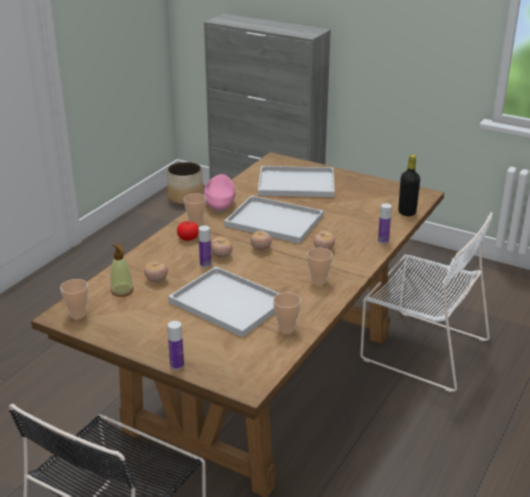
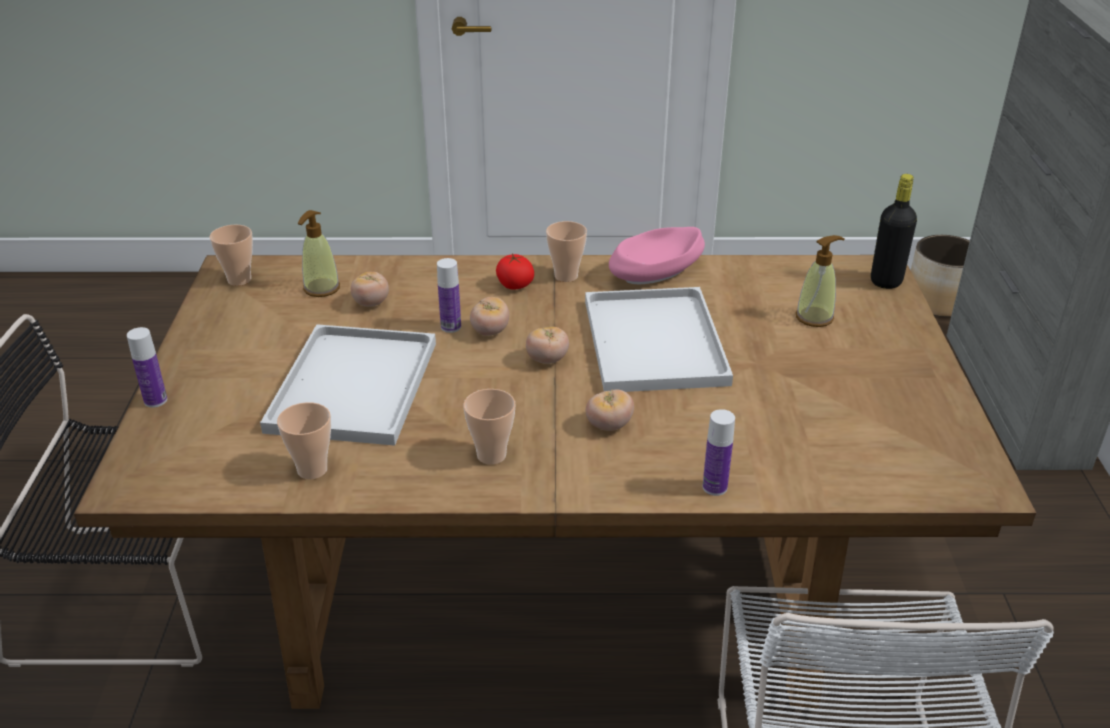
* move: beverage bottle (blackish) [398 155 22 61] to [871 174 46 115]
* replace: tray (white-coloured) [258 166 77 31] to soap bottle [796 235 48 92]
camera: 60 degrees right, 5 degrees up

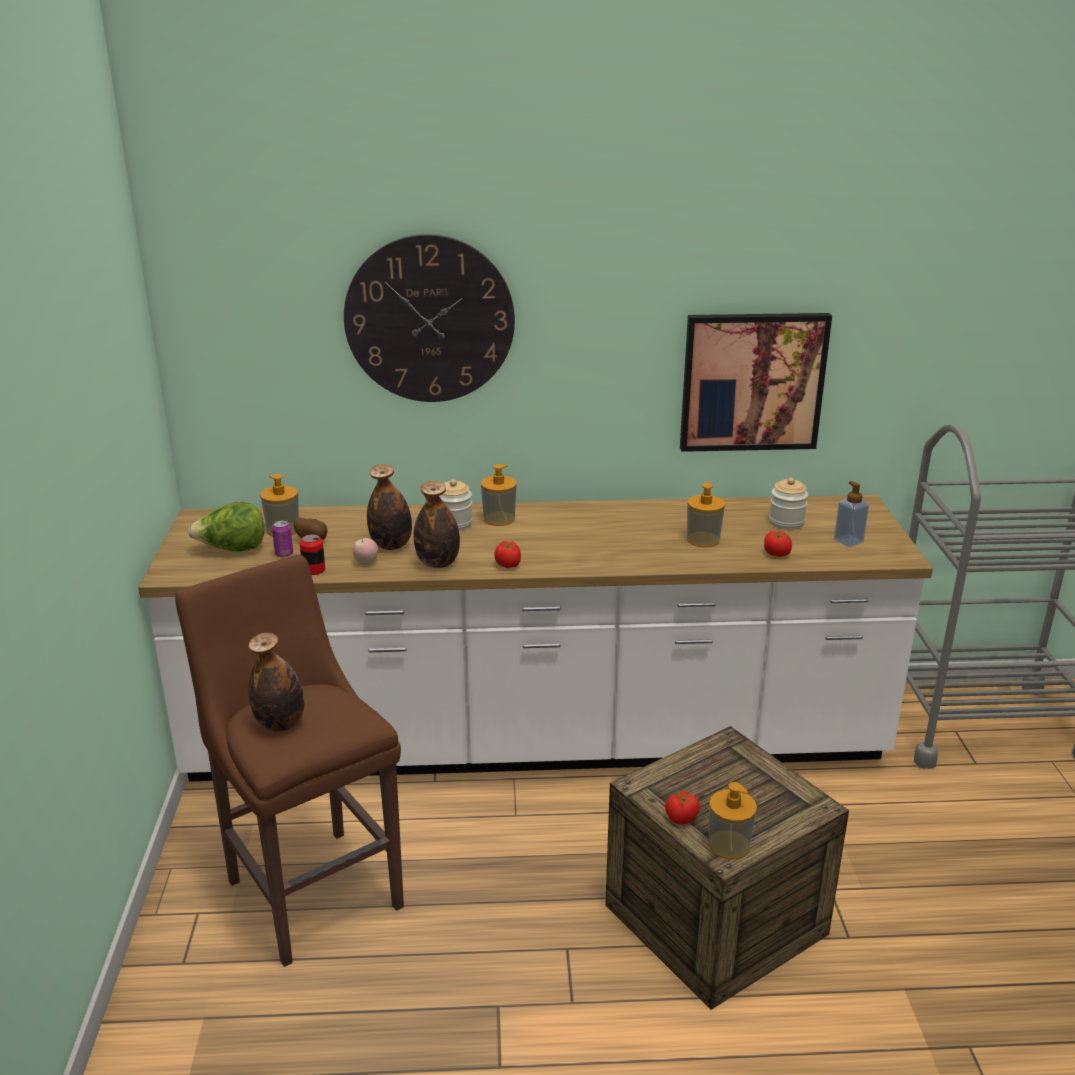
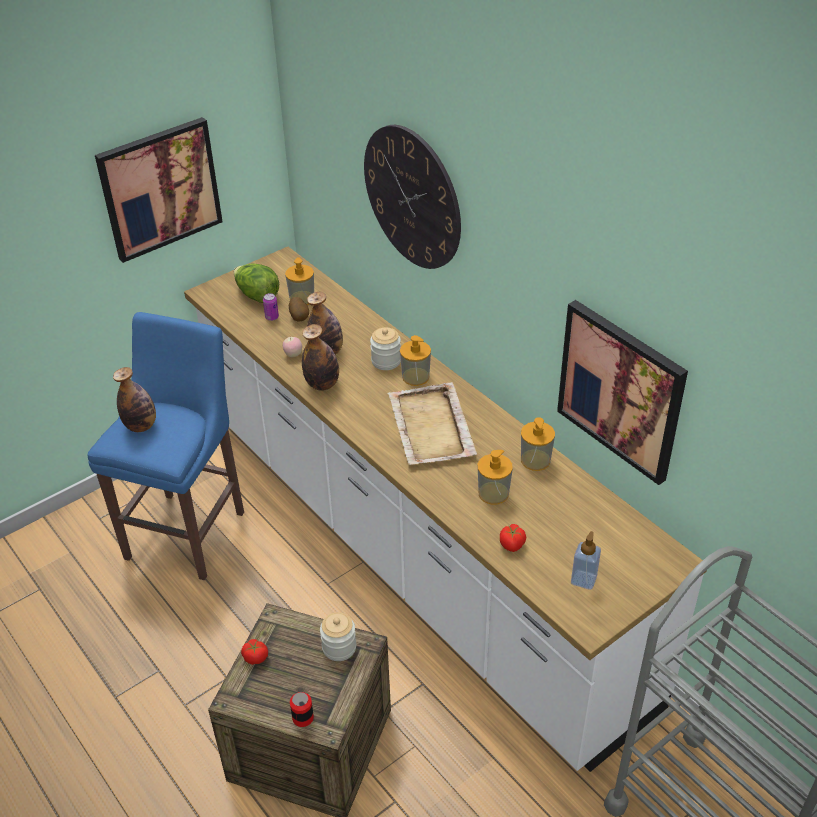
* delete: tomato [495 541 26 27]
* insert: wall art [95 117 128 146]
* insert: tray (beige) [388 382 89 83]
* move: sealed can [300 534 25 41] to [290 692 24 35]
* move: soap bottle [709 782 48 78] to [521 417 34 54]
* move: preserve jar [769 478 39 52] to [320 612 36 49]
* recolor: stool seat (brown-coloured) [175 555 229 412] to stool seat (blue-coloured) [88 312 156 268]
camera: 55 degrees right, 15 degrees up

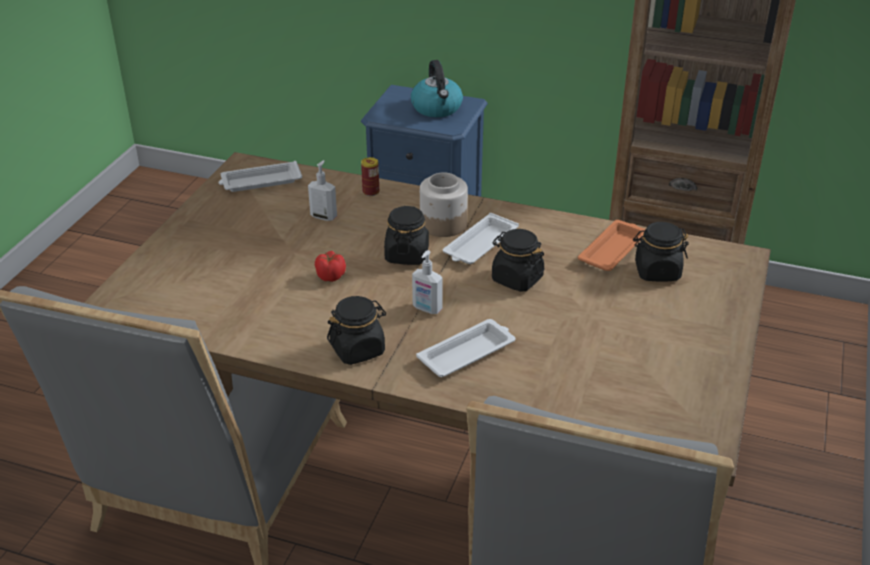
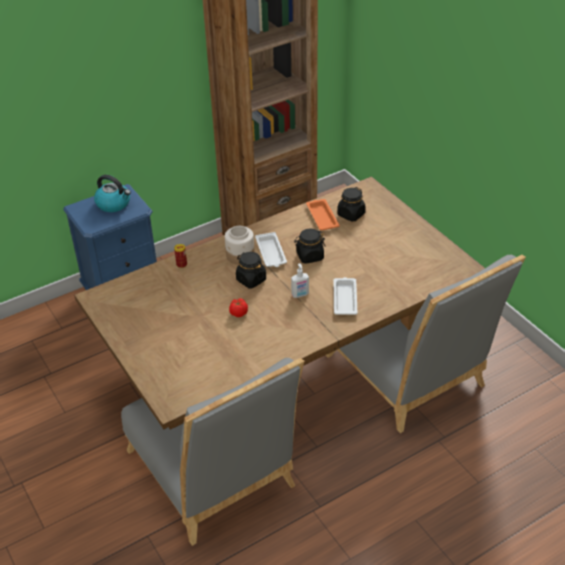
* delete: tray (white-coloured) [219 161 83 31]
* delete: soap bottle [308 160 29 61]
* delete: preserve jar (blackish) [327 296 59 69]
camera: 50 degrees left, 5 degrees up

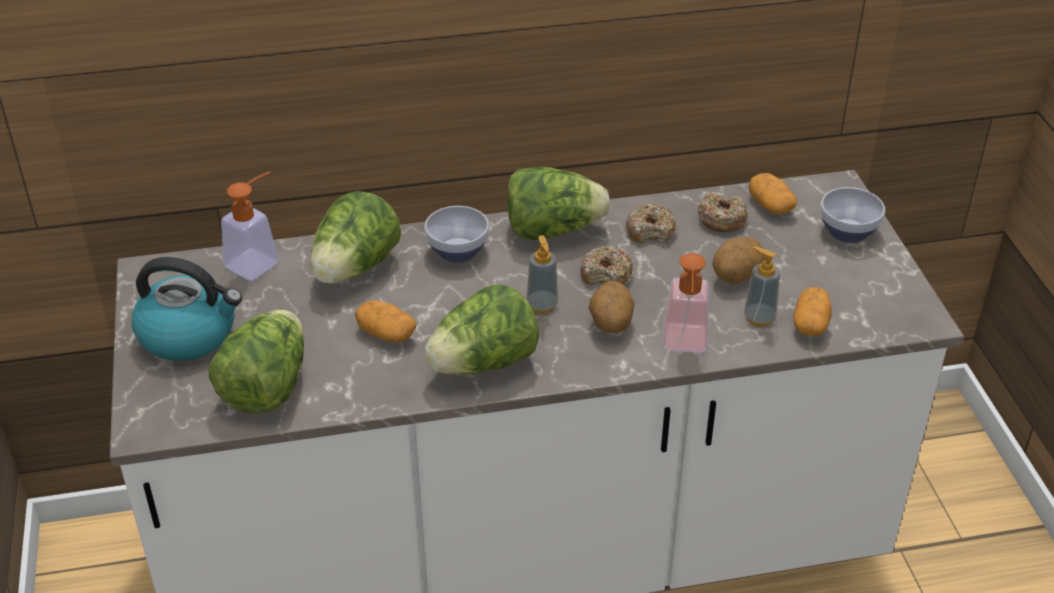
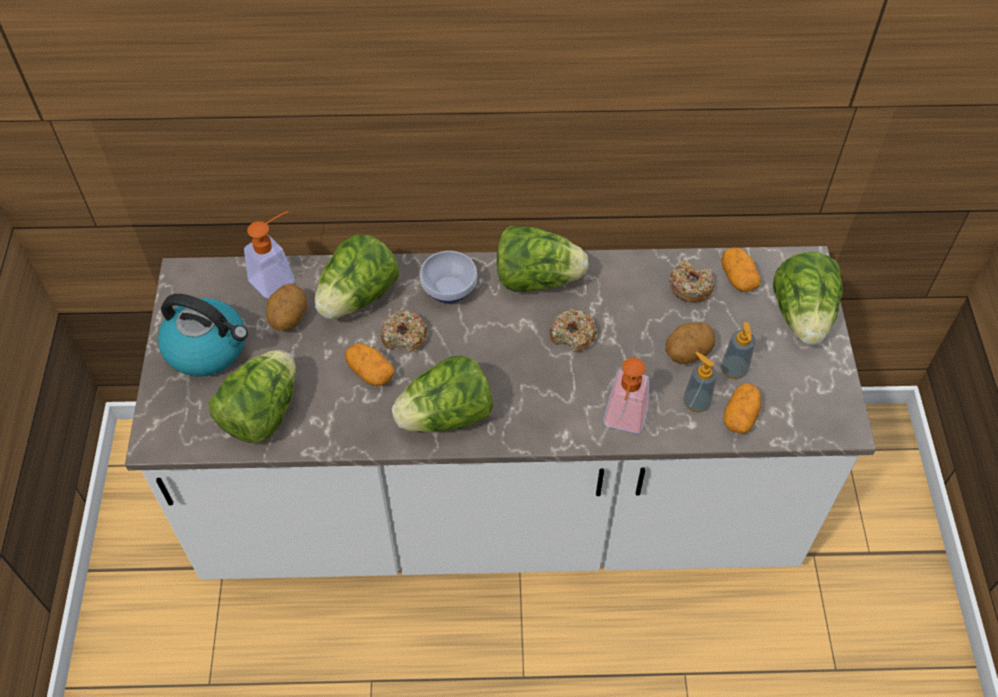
* move: soap bottle [527 235 31 78] to [721 322 34 57]
* move: spud [589 281 46 52] to [266 284 41 47]
* move: ring doughnut [626 203 50 40] to [381 310 46 42]
* replace: bowl [820 187 65 56] to lettuce head [773 252 70 93]
camera: 10 degrees right, 15 degrees up

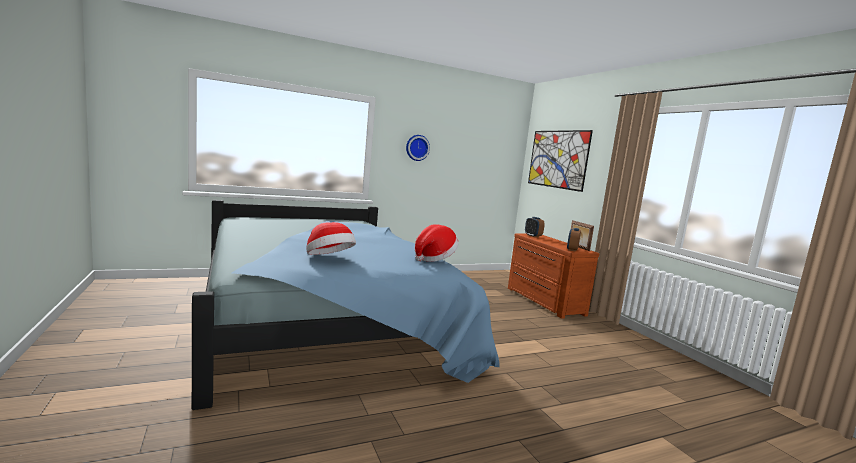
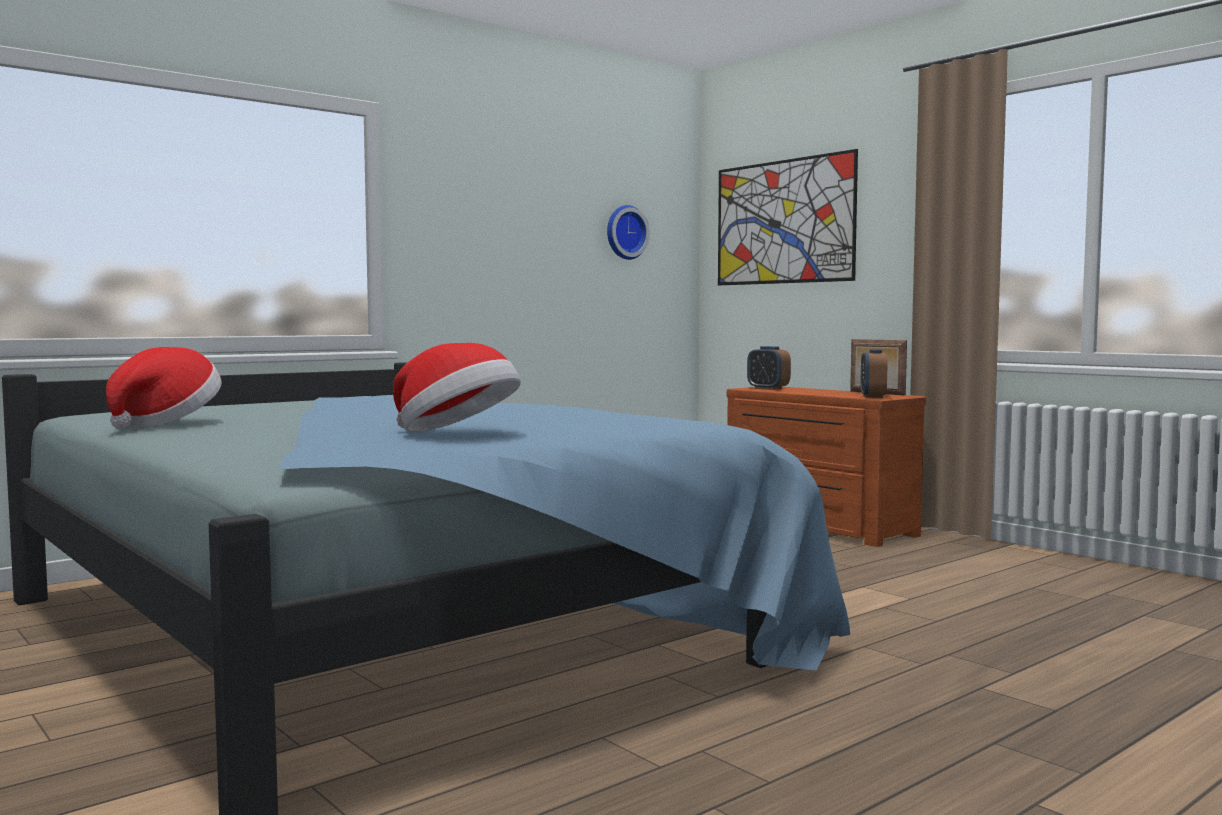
* move: hanging clock [406 135 24 26] to [607 205 43 55]
* move: wearable hat [415 224 43 38] to [106 347 116 82]
camera: 15 degrees left, 5 degrees down

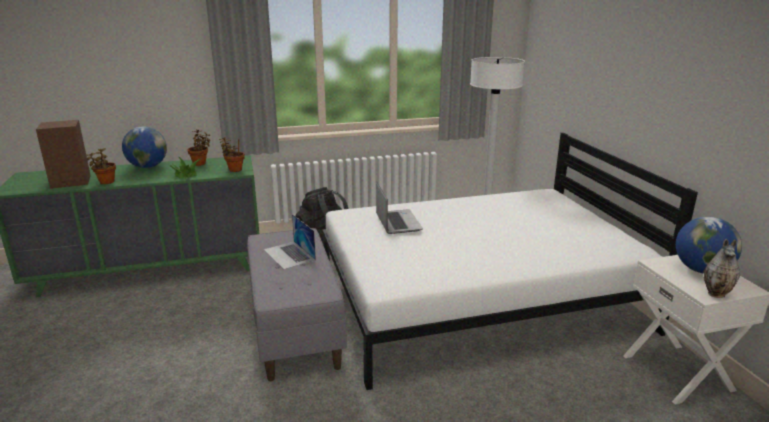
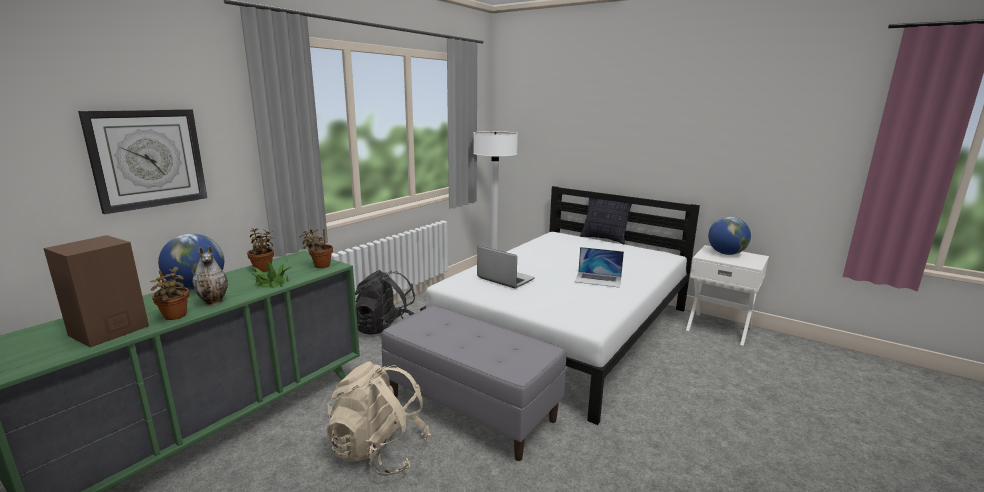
* insert: hanging clock [78 109 129 105]
* insert: rucksack (beige) [327 361 104 115]
* insert: throw pillow [580 198 52 47]
* move: laptop [264 214 52 56] to [575 247 49 41]
* move: flower vase [704 239 36 59] to [192 246 36 60]
camera: 40 degrees left, 5 degrees down

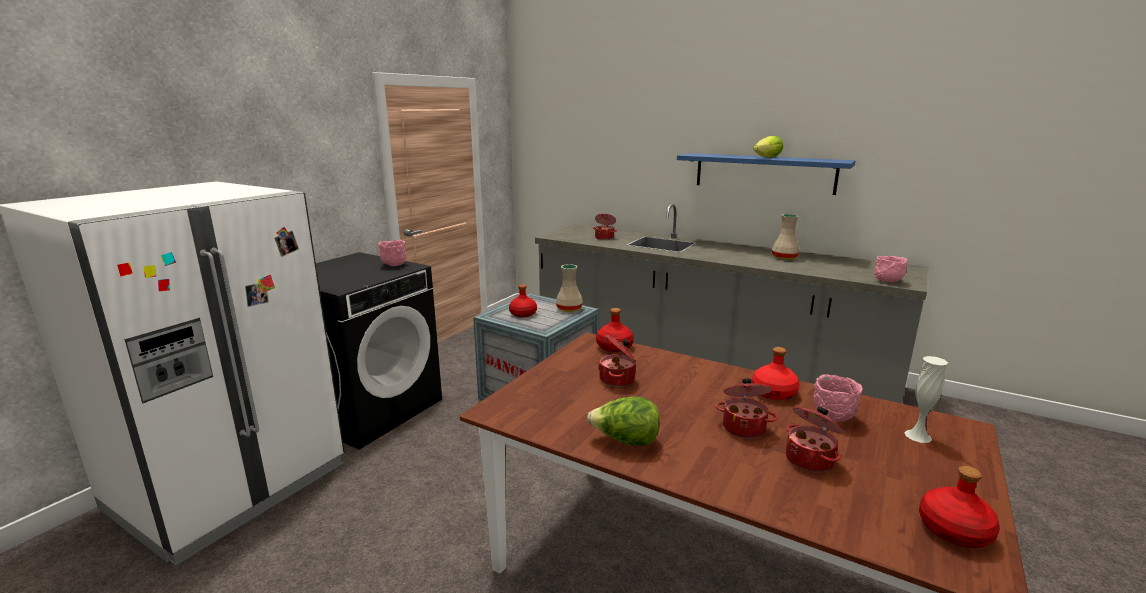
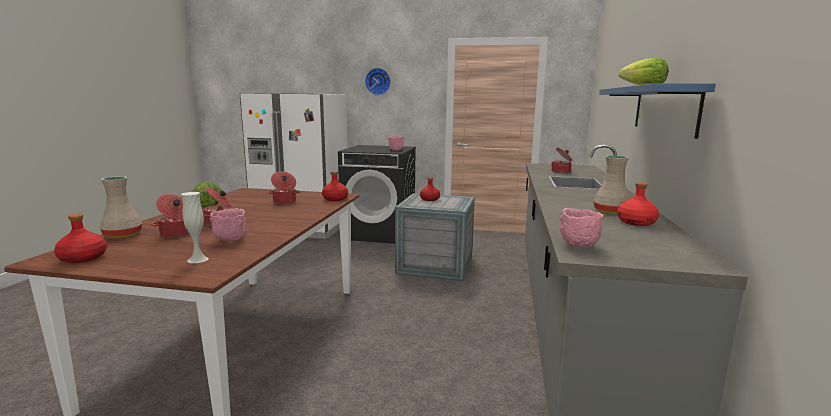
* insert: hanging clock [365 68 26 27]
* move: flower vase (beige) [556 264 27 48] to [100 176 42 62]
* move: beverage bottle (reddish) [752 347 48 53] to [617 182 42 44]
camera: 70 degrees right, 5 degrees down

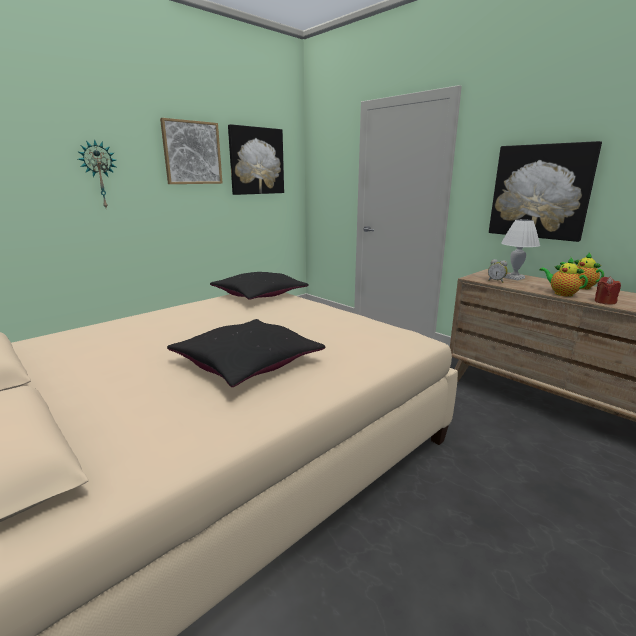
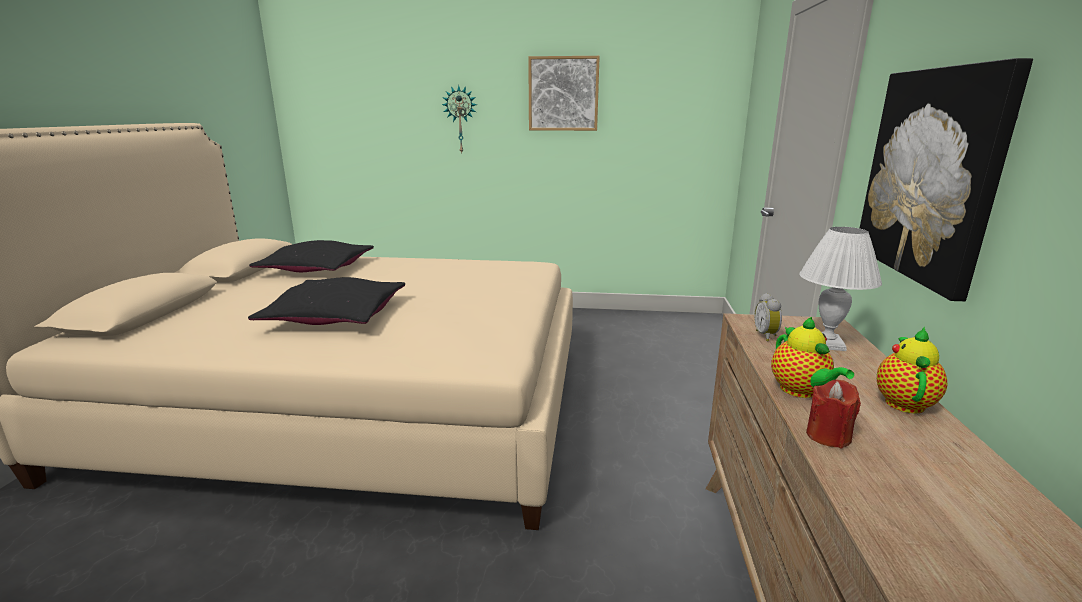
* delete: wall art [228 124 56 71]
* move: throw pillow (blackish) [210 272 99 28] to [249 240 125 32]
* rotate: tea pot [539 258 49 39] = [771 317 83 81] 150 degrees clockwise
camera: 50 degrees right, 0 degrees up

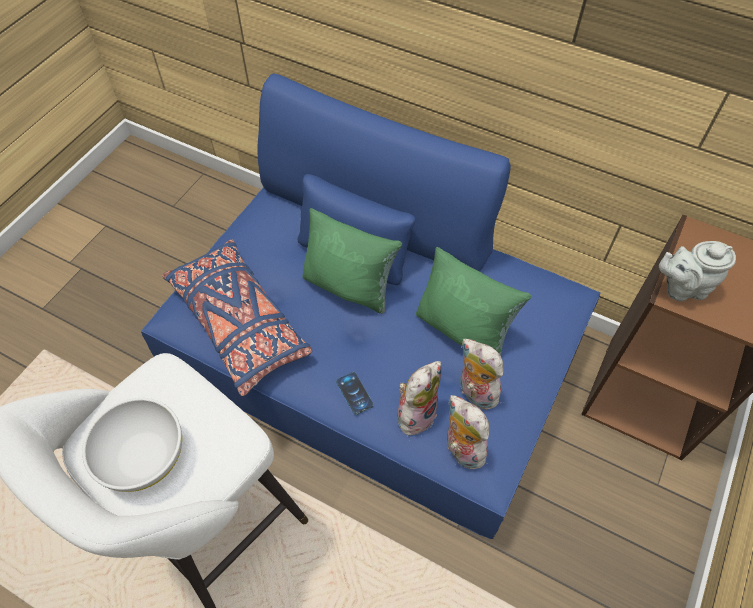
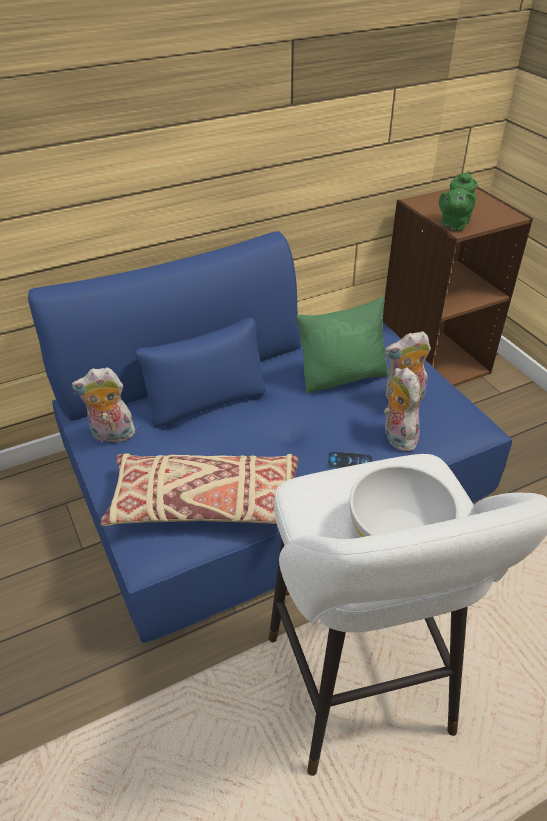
* delete: throw pillow (green-coloured) [303 208 99 106]
* move: cuddly toy [447 395 42 75] to [72 367 66 76]
* recolor: throw pillow (blue-coloured) [162 239 150 157] to throw pillow (beige) [101 453 197 73]
* recolor: tea pot (grey) [659 241 77 60] to tea pot (green-coloured) [439 171 39 60]
camera: 55 degrees left, 15 degrees down

